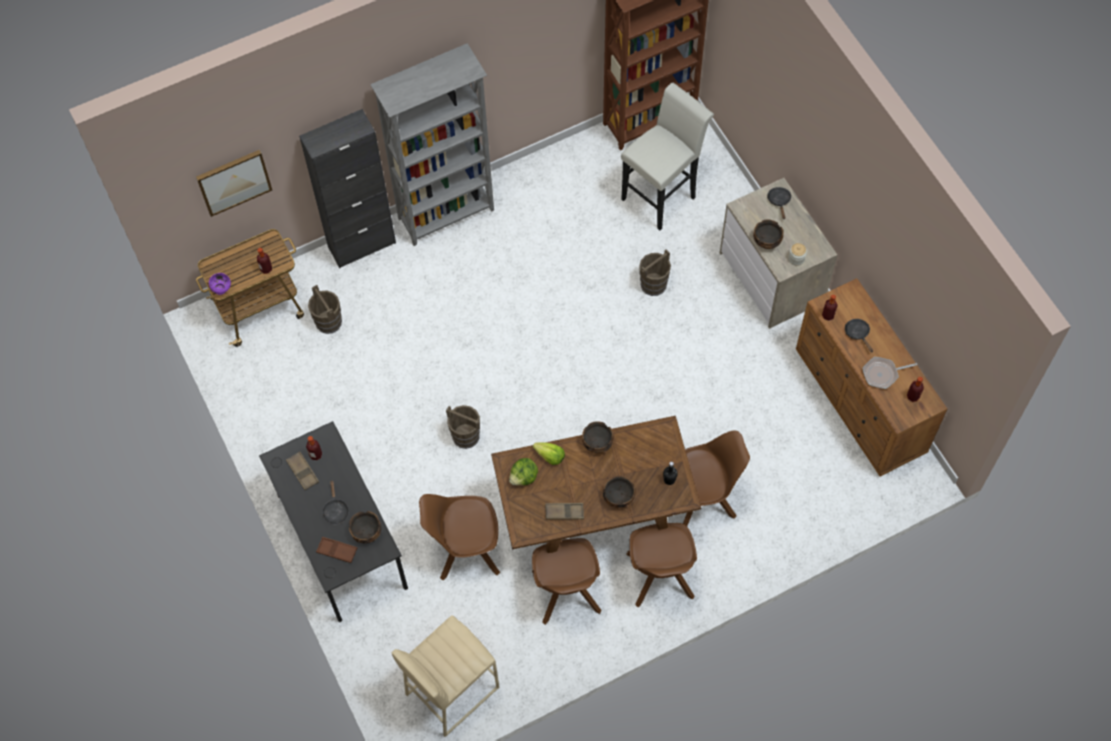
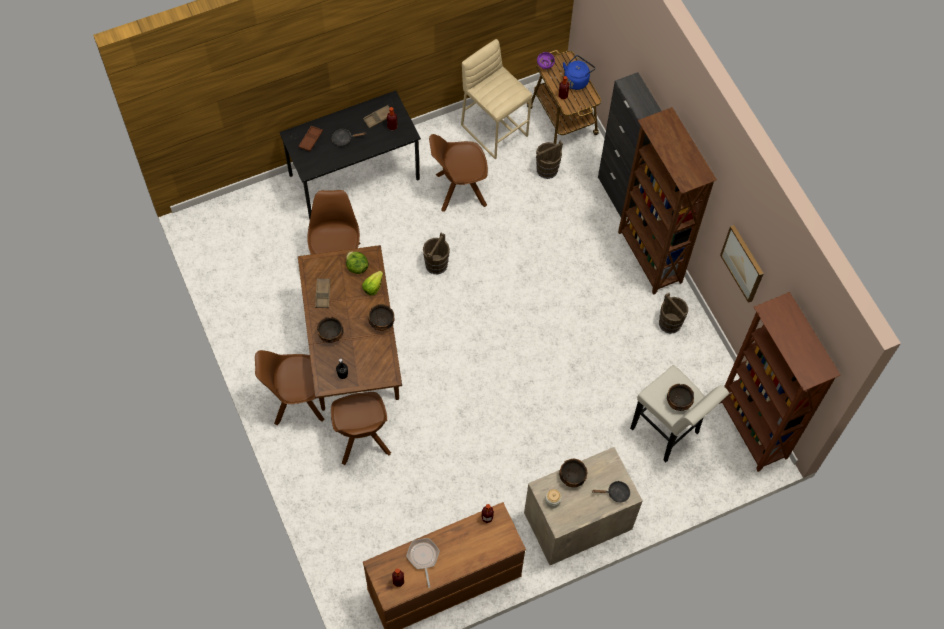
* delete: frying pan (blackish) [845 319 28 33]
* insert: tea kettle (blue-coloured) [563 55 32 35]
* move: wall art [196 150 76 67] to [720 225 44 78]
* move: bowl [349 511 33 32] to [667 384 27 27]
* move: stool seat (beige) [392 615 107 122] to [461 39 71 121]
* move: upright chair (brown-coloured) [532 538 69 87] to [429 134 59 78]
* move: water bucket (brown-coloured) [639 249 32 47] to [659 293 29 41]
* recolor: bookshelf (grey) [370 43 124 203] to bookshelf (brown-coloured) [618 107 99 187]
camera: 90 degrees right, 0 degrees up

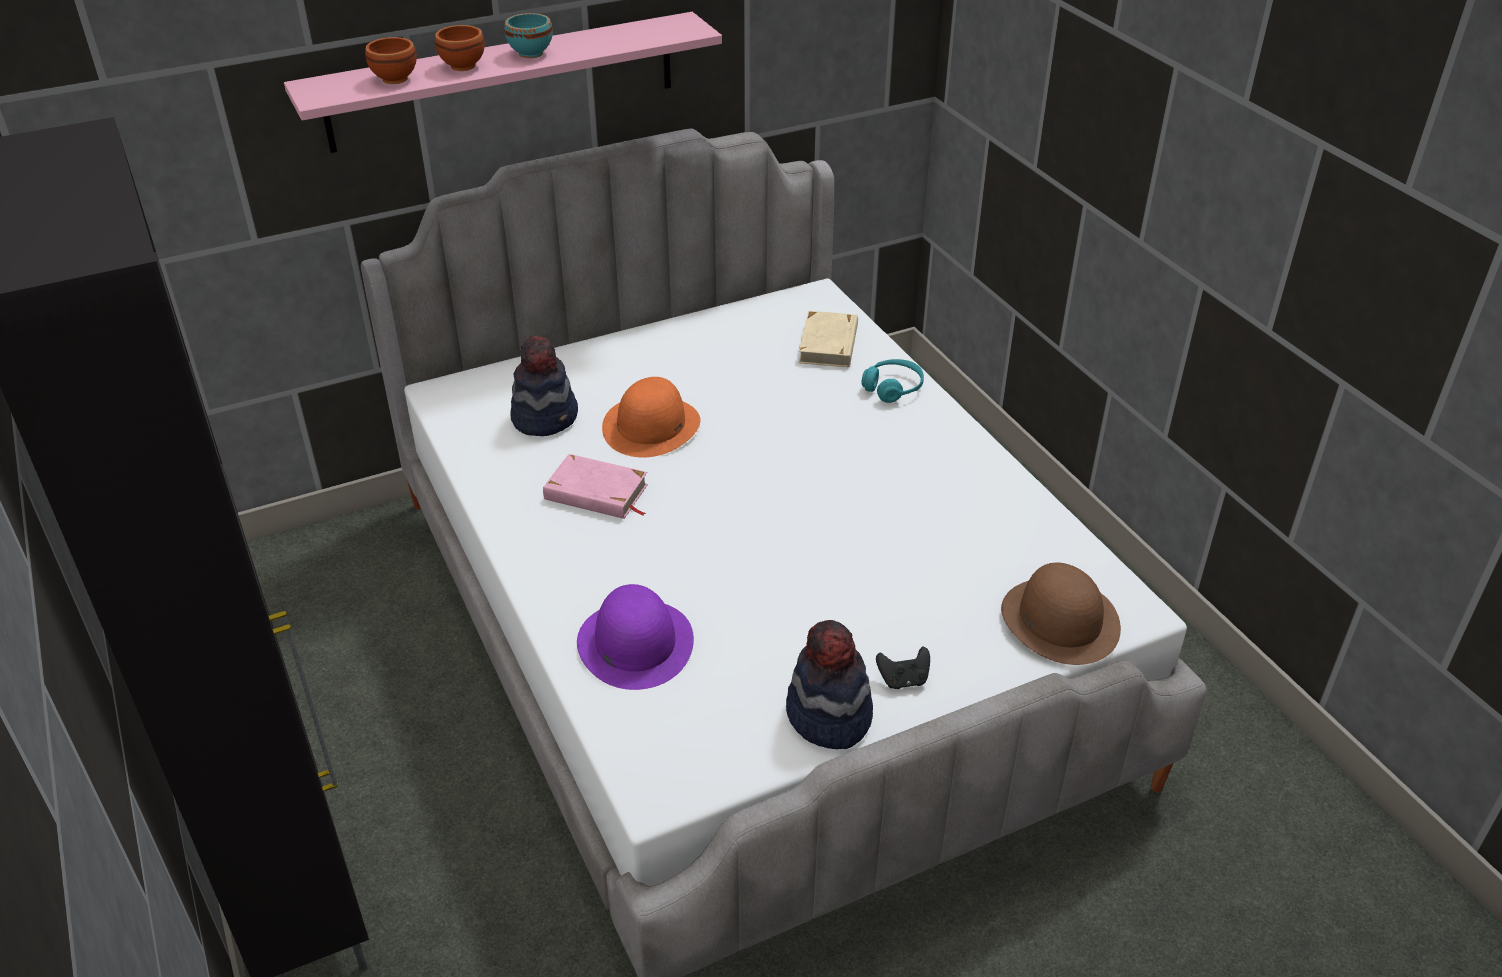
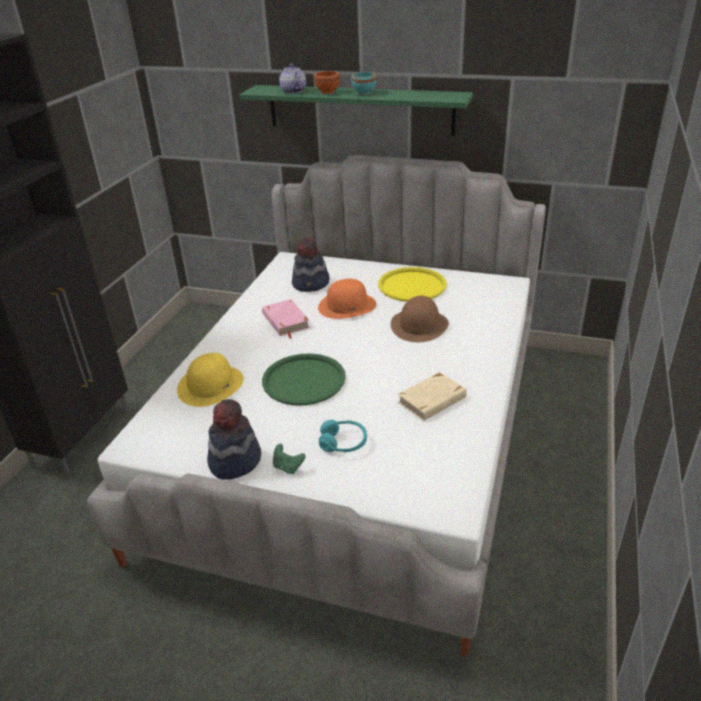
* insert: tray (green-coloured) [262 353 84 53]
* insert: tray (yellowish) [378 267 69 35]
* move: volume (beige) [798 311 60 56] to [398 372 69 49]
* move: headset (turquoise-coloured) [862 359 62 44] to [319 420 48 32]
* move: wearable hat (brown-coloured) [1001 563 120 102] to [391 296 58 46]
* replace: bowl (brown-coloured) [365 37 52 47] to tea pot [279 64 27 30]
* recolor: wall shelf (pinkish) [284 12 438 141] to wall shelf (green-coloured) [240 85 233 51]
* recolor: wearable hat (purplish) [577 584 117 106] to wearable hat (yellowish) [177 353 67 54]
* recolor: game controller (blackish) [876 646 54 43] to game controller (green-coloured) [273 444 32 30]
camera: 45 degrees right, 5 degrees down

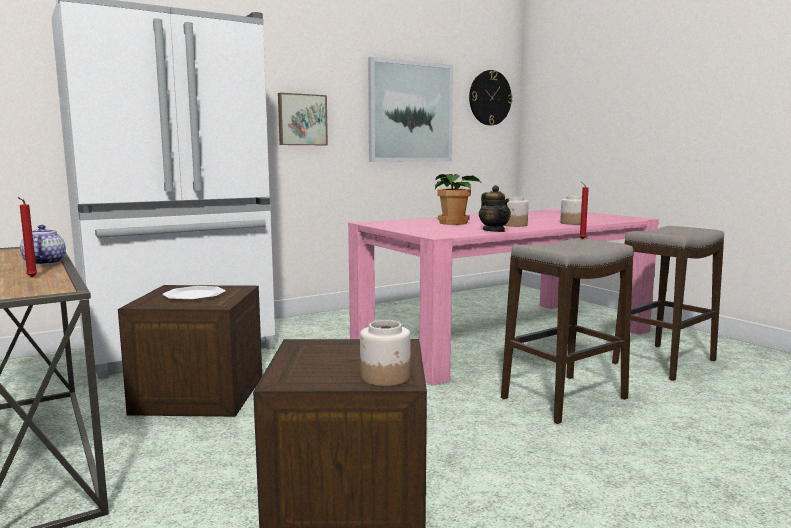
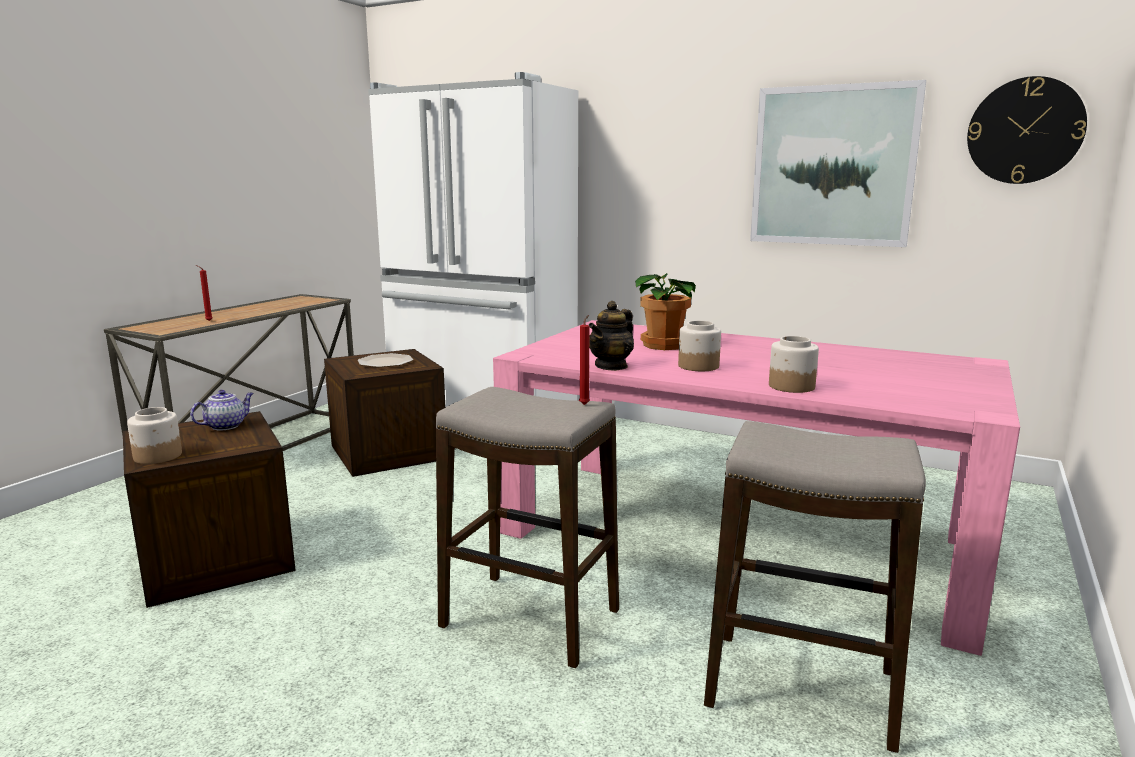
* delete: wall art [278 93 50 52]
* move: tea pot [20 225 46 40] to [190 390 64 41]
camera: 60 degrees right, 5 degrees up

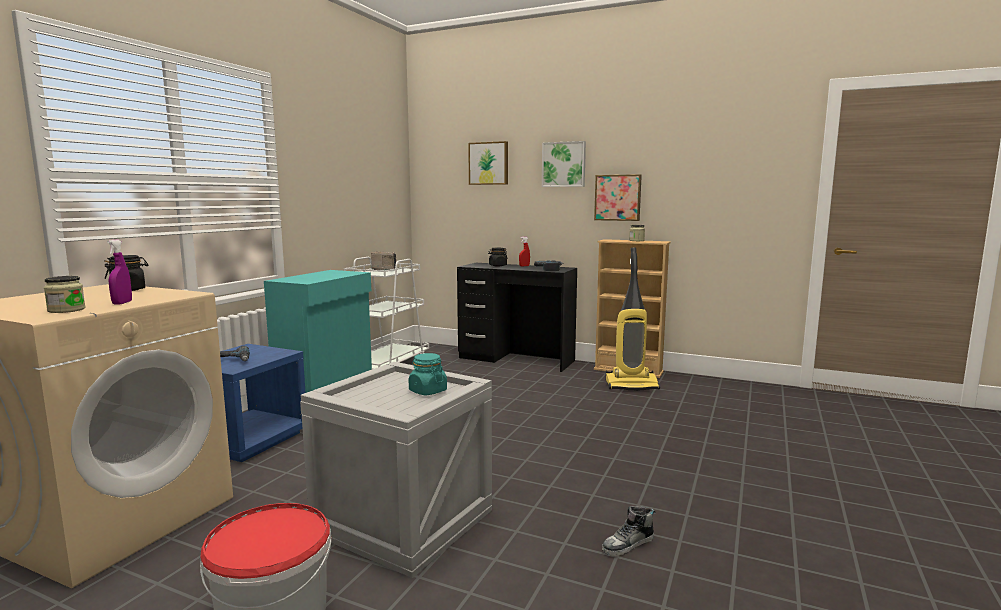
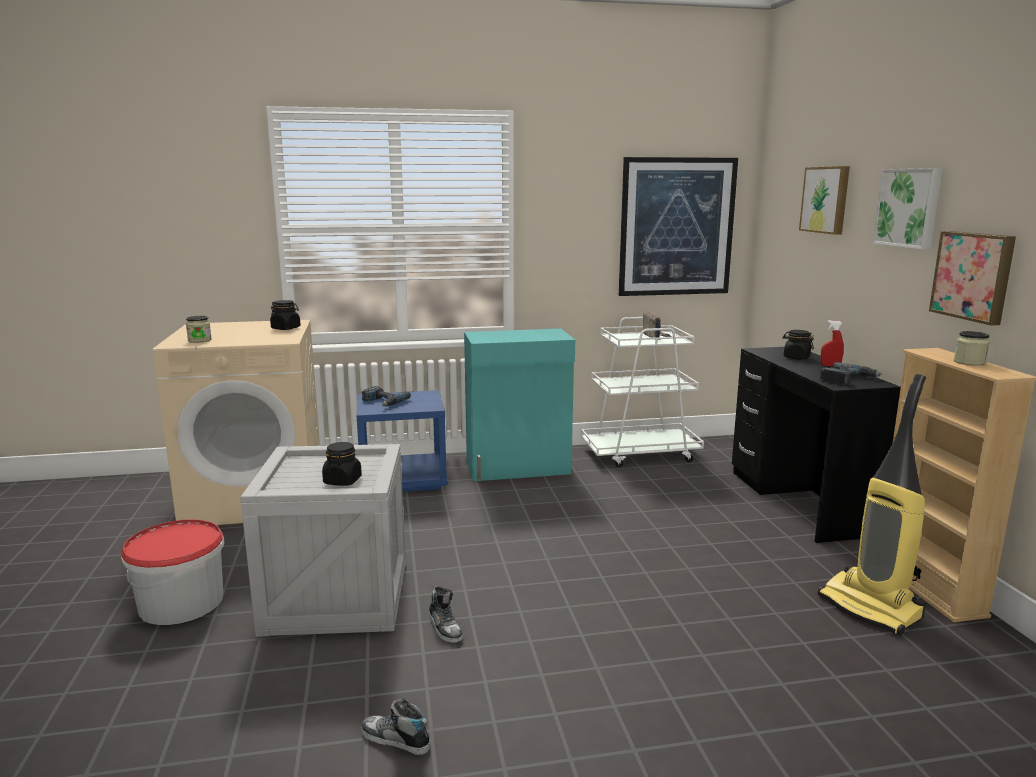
* delete: hand sprayer (purplish) [107 240 25 65]
* insert: item of footwear [429 586 34 57]
* insert: wall art [619 157 119 139]
* recolor: preserve jar (turquoise-coloured) [409 353 38 42] to preserve jar (blackish) [322 442 40 44]
camera: 55 degrees right, 5 degrees up

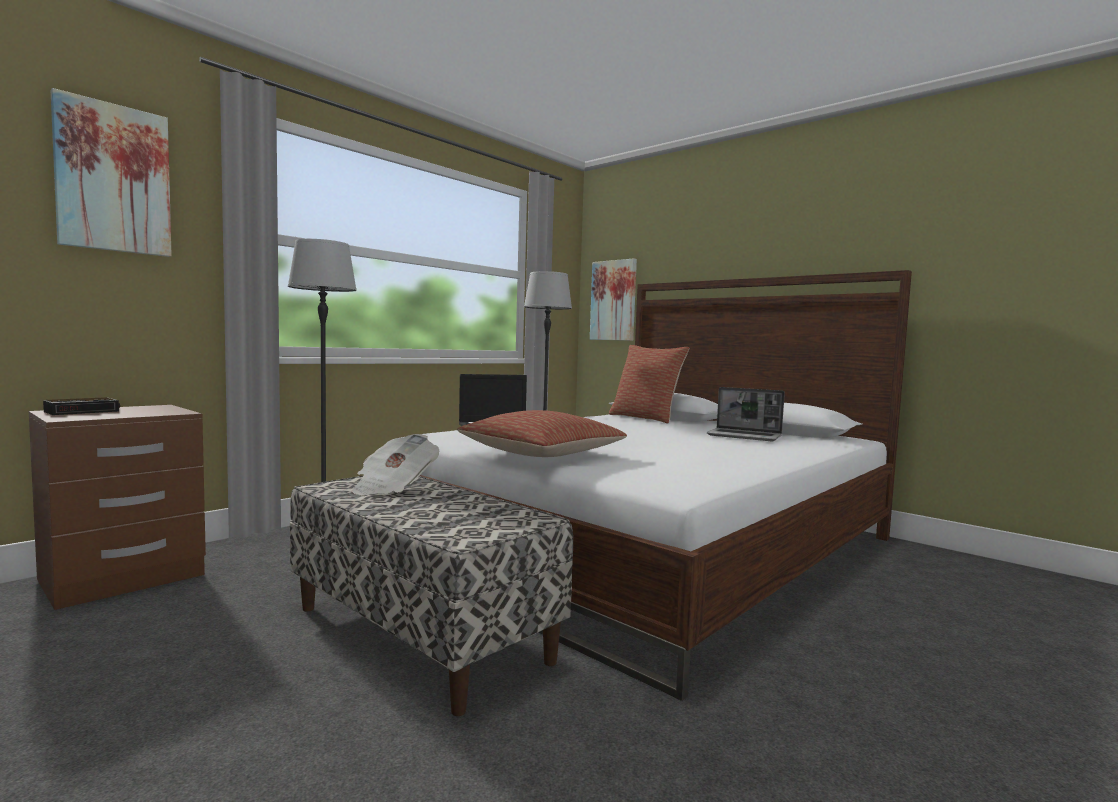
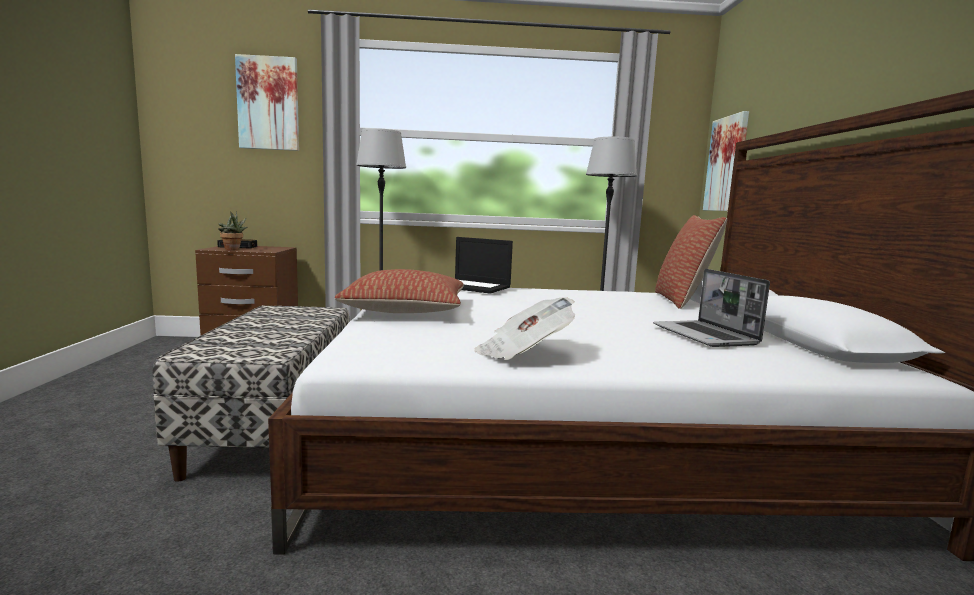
* insert: potted plant [218 211 29 39]
* move: printed paper [352 434 87 61] to [474 297 101 63]
camera: 45 degrees right, 5 degrees up

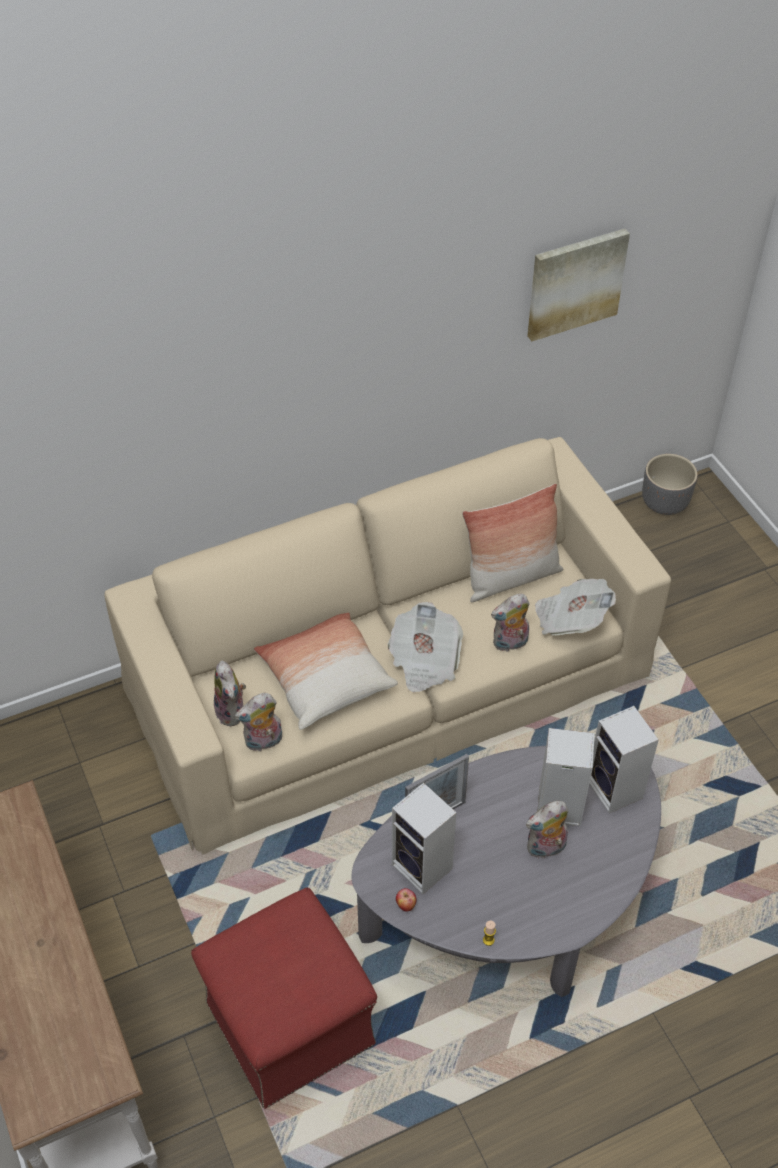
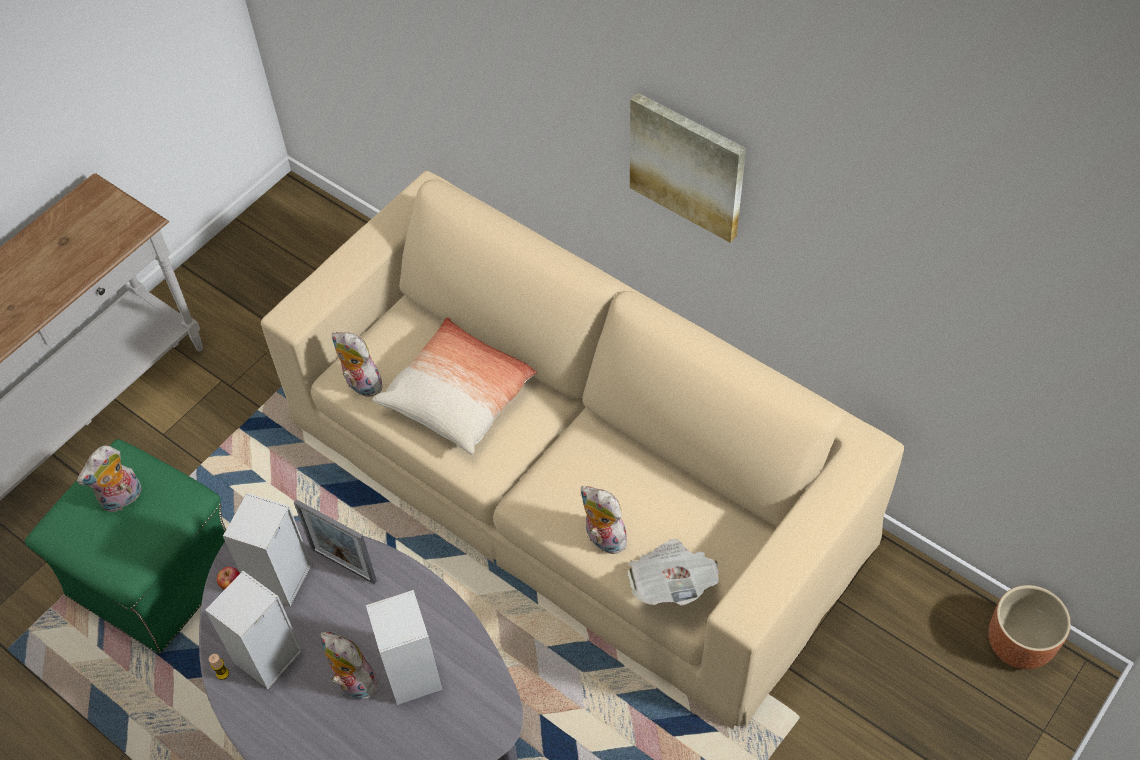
* delete: printed paper [388 602 75 91]
* delete: throw pillow [462 484 101 118]
* move: cuddly toy [213 661 33 65] to [77 446 65 66]
* move: wall art [527 229 103 112] to [630 92 116 151]
* move: audio speaker [589 706 70 107] to [205 570 98 119]
* recolor: ottoman (reddish) [191 887 186 222] to ottoman (green-coloured) [25 439 201 215]
* recolor: planter (grey) [642 454 55 61] to planter (brown-coloured) [988 585 83 84]
camera: 65 degrees right, 5 degrees up

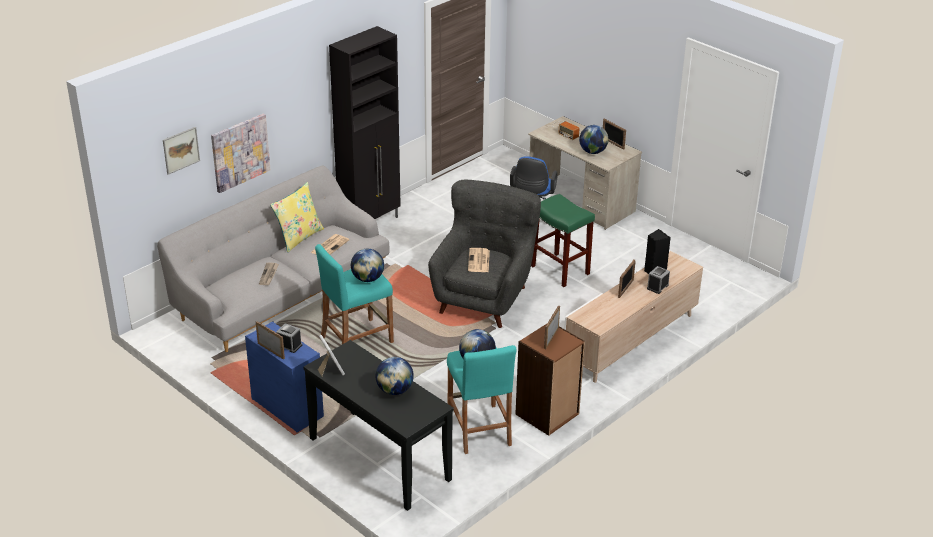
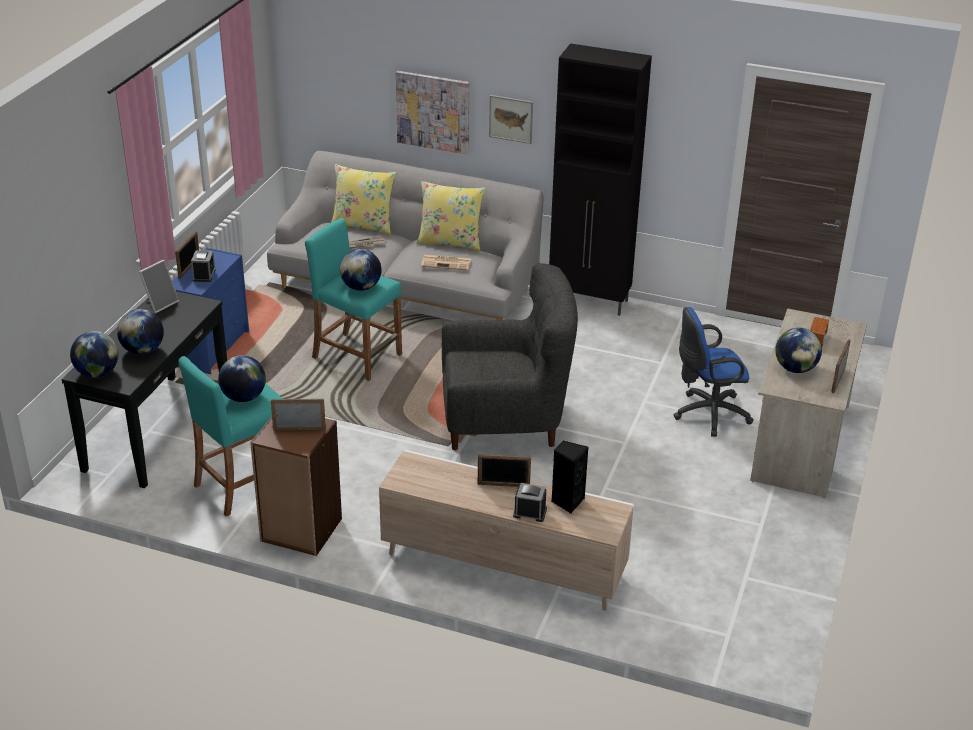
* delete: printed paper [468 248 22 24]
* delete: stool seat (green-coloured) [531 194 64 93]
* insert: globe [70 331 49 47]
* insert: throw pillow (yellowish) [330 164 67 70]
* move: wall art [163 127 37 48] to [489 95 44 49]
camera: 65 degrees right, 0 degrees up

